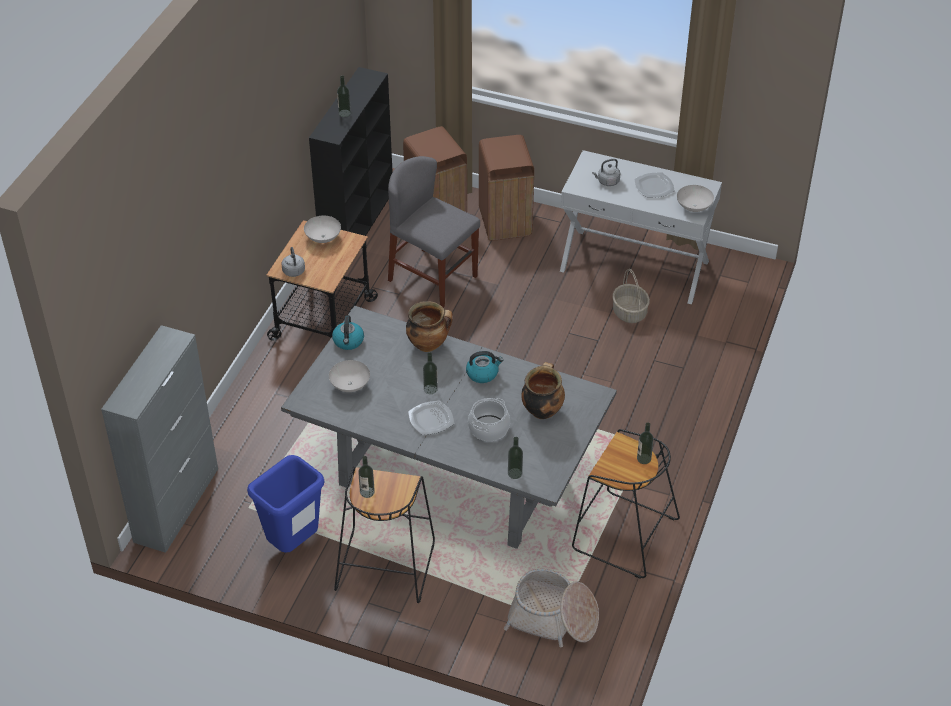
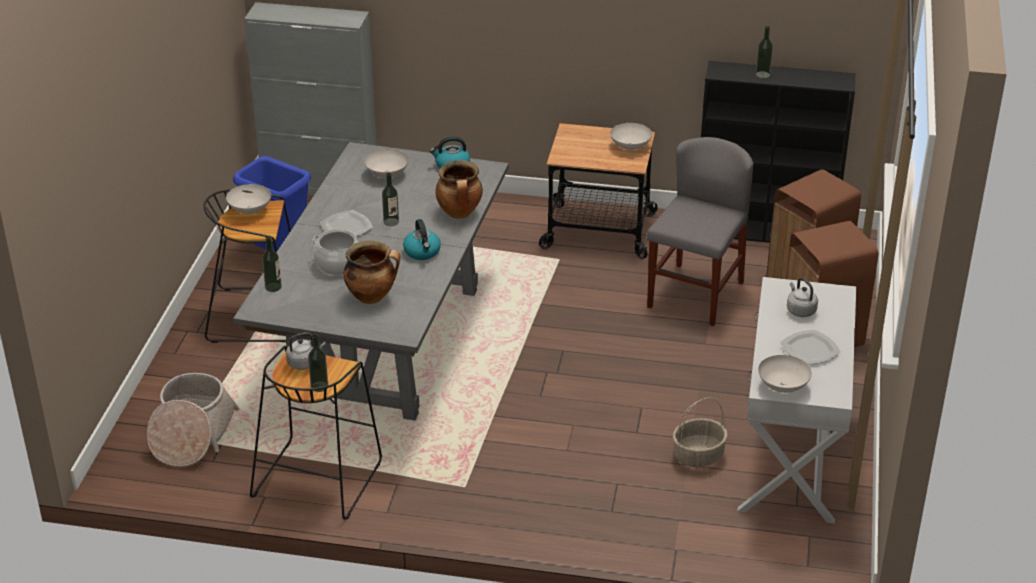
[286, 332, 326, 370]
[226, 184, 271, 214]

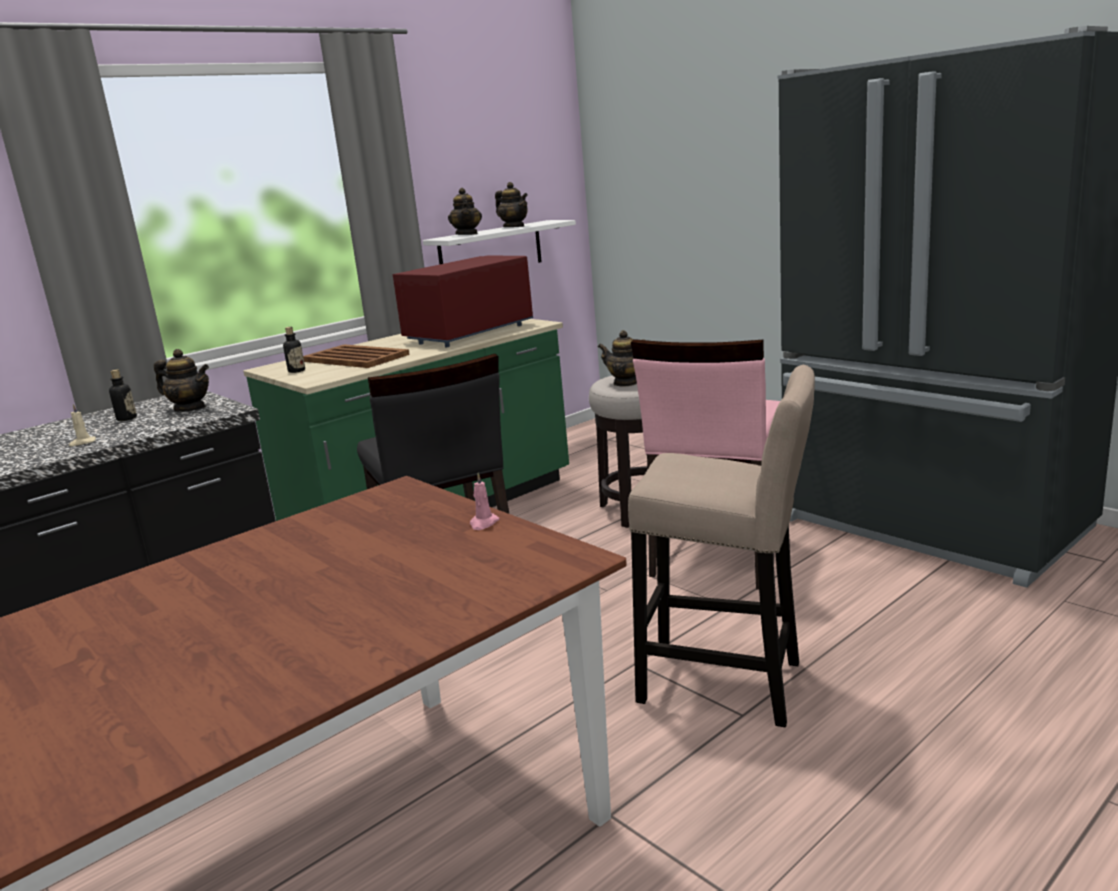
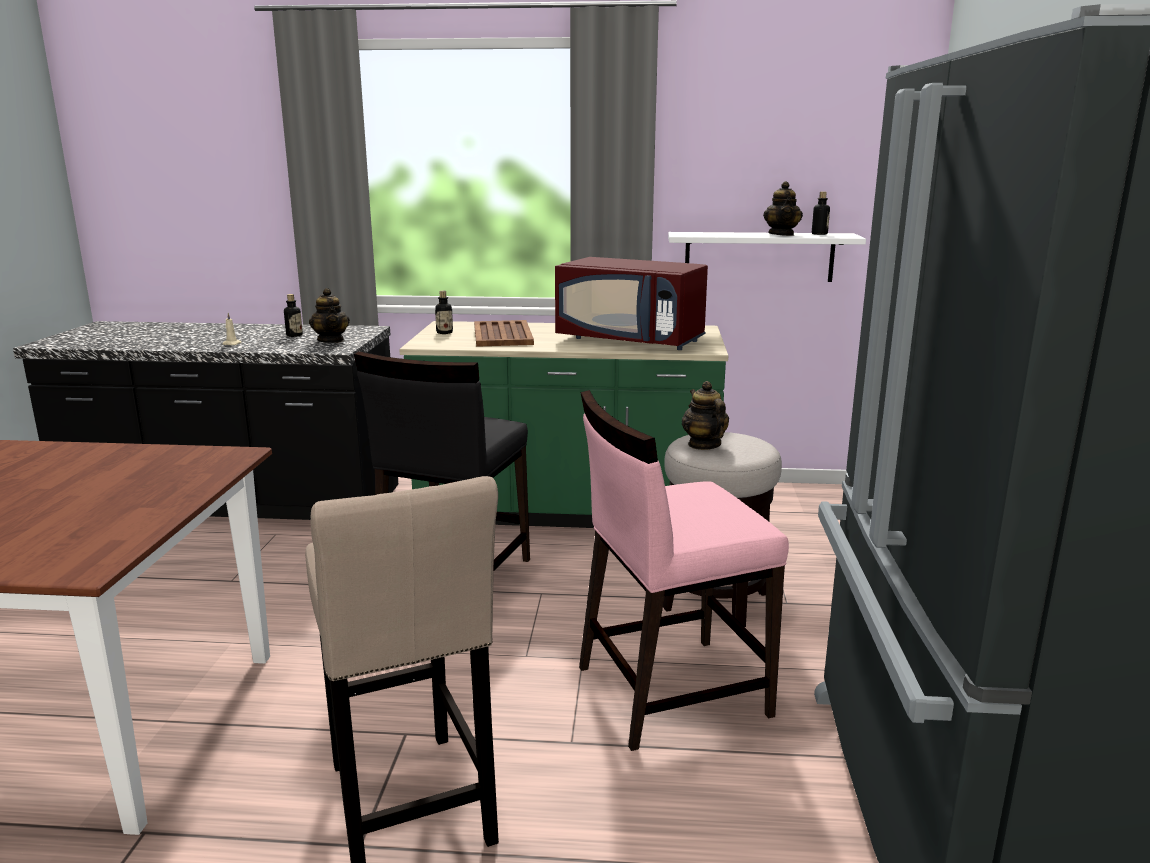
[448, 188, 482, 235] (first image)
[470, 473, 499, 530] (first image)
[812, 192, 830, 235]
[555, 257, 708, 350]

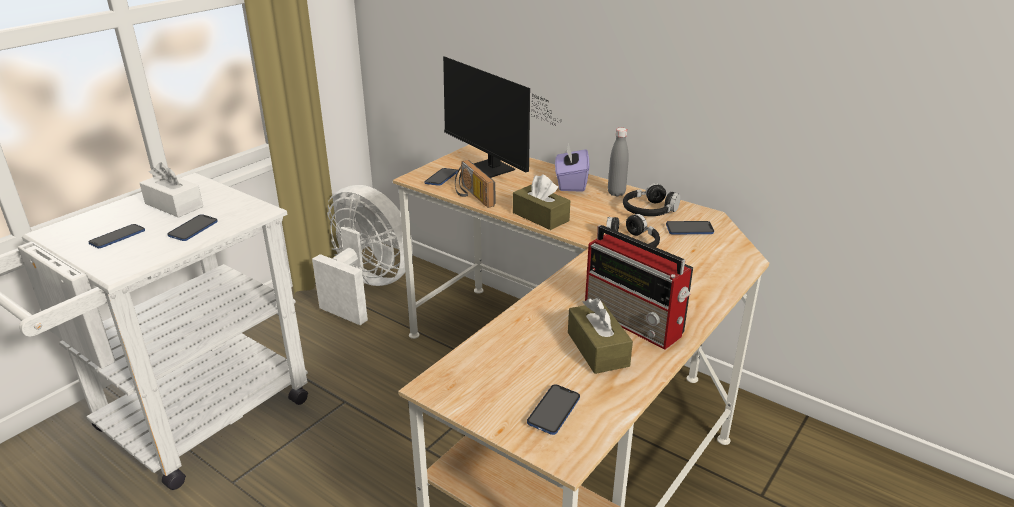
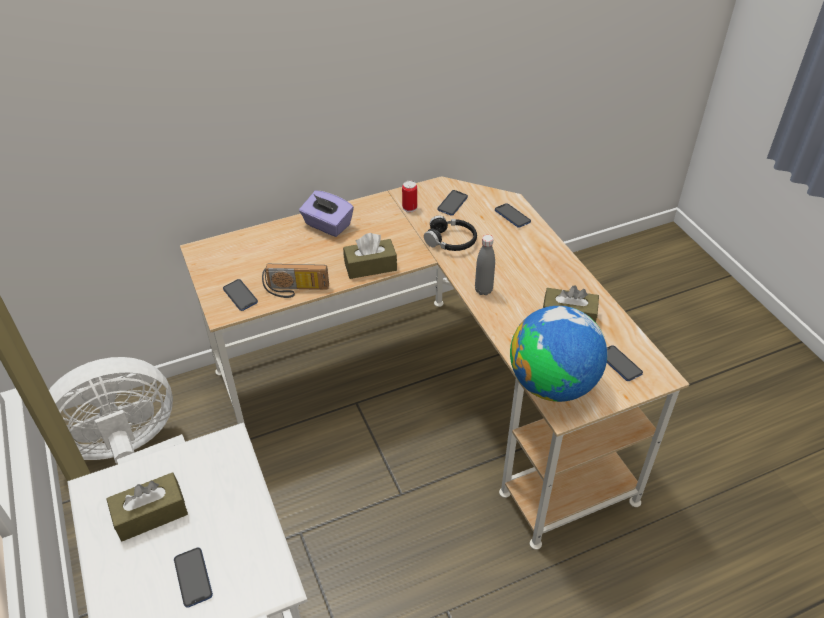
[443, 56, 562, 178] (first image)
[585, 225, 693, 350] (first image)
[510, 306, 608, 402]
[495, 203, 531, 228]
[475, 235, 495, 295]
[402, 180, 417, 212]
[106, 472, 188, 541]

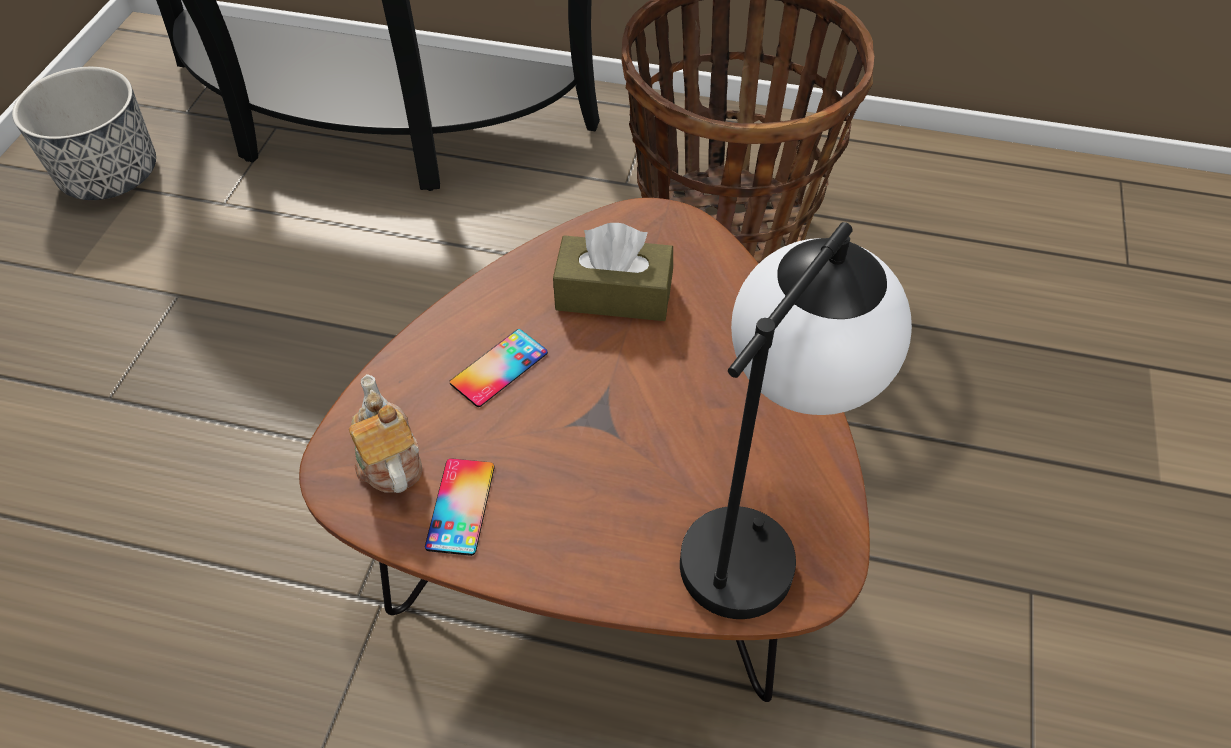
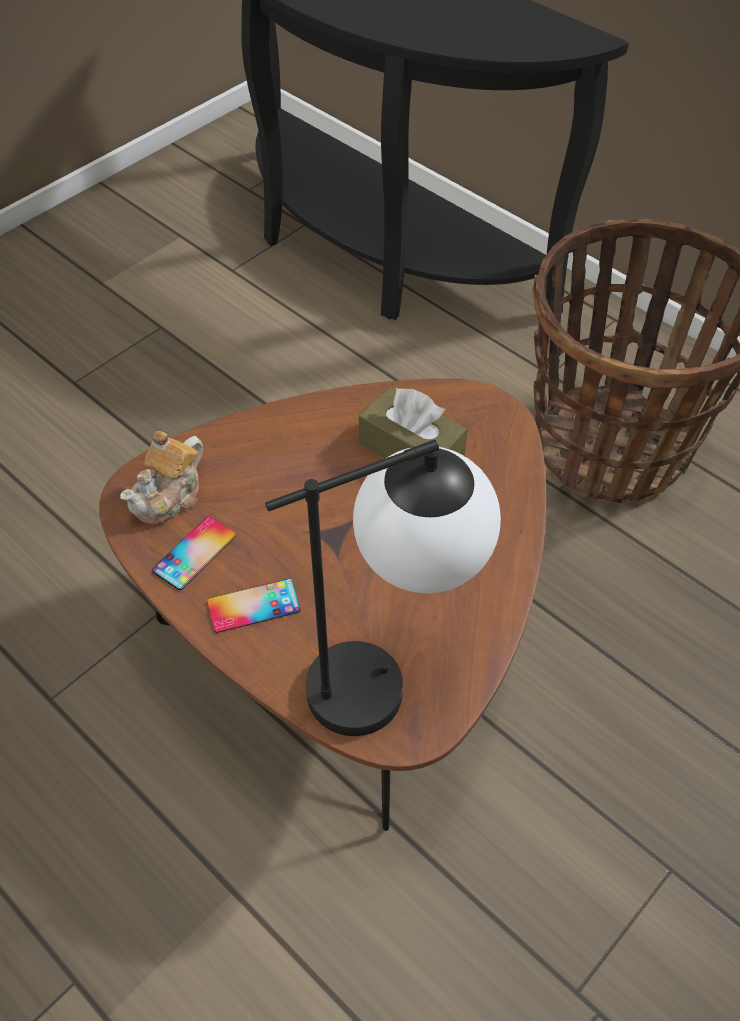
[12, 67, 156, 200] (first image)
[207, 578, 300, 633]
[120, 431, 203, 524]

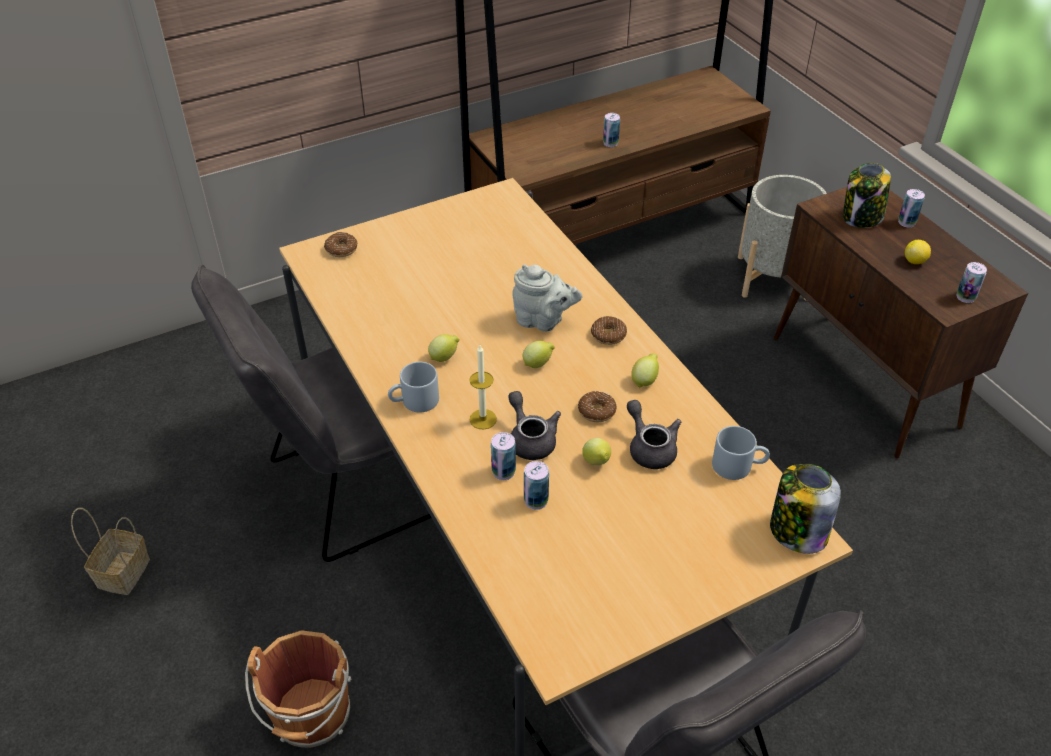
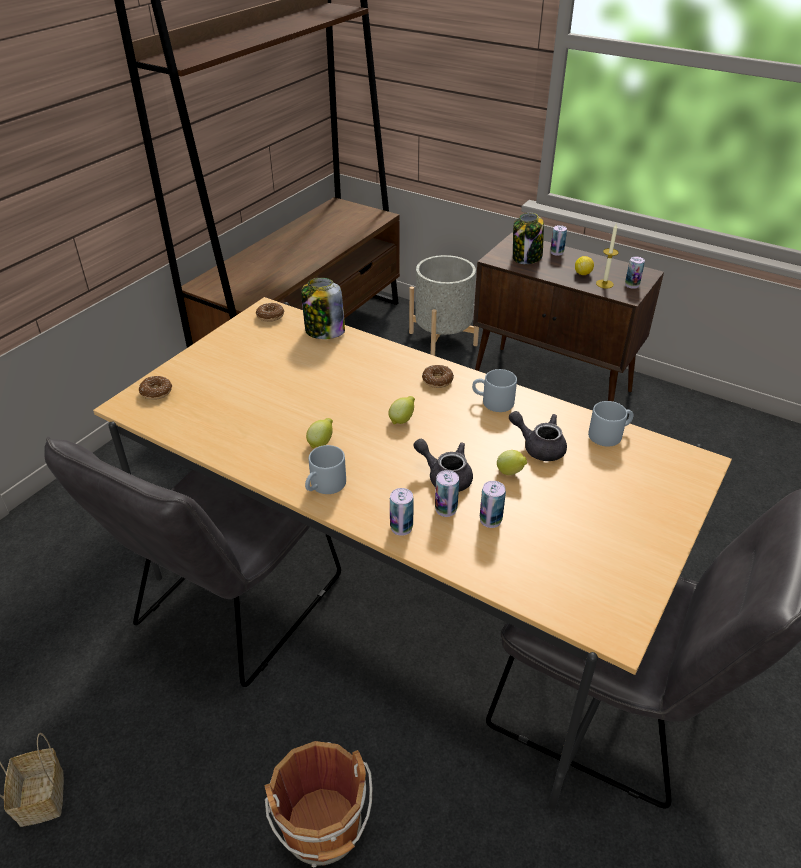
[512, 264, 583, 331] (first image)
[596, 224, 619, 288]
[256, 303, 284, 322]
[390, 488, 414, 536]
[301, 278, 345, 339]
[472, 369, 517, 412]

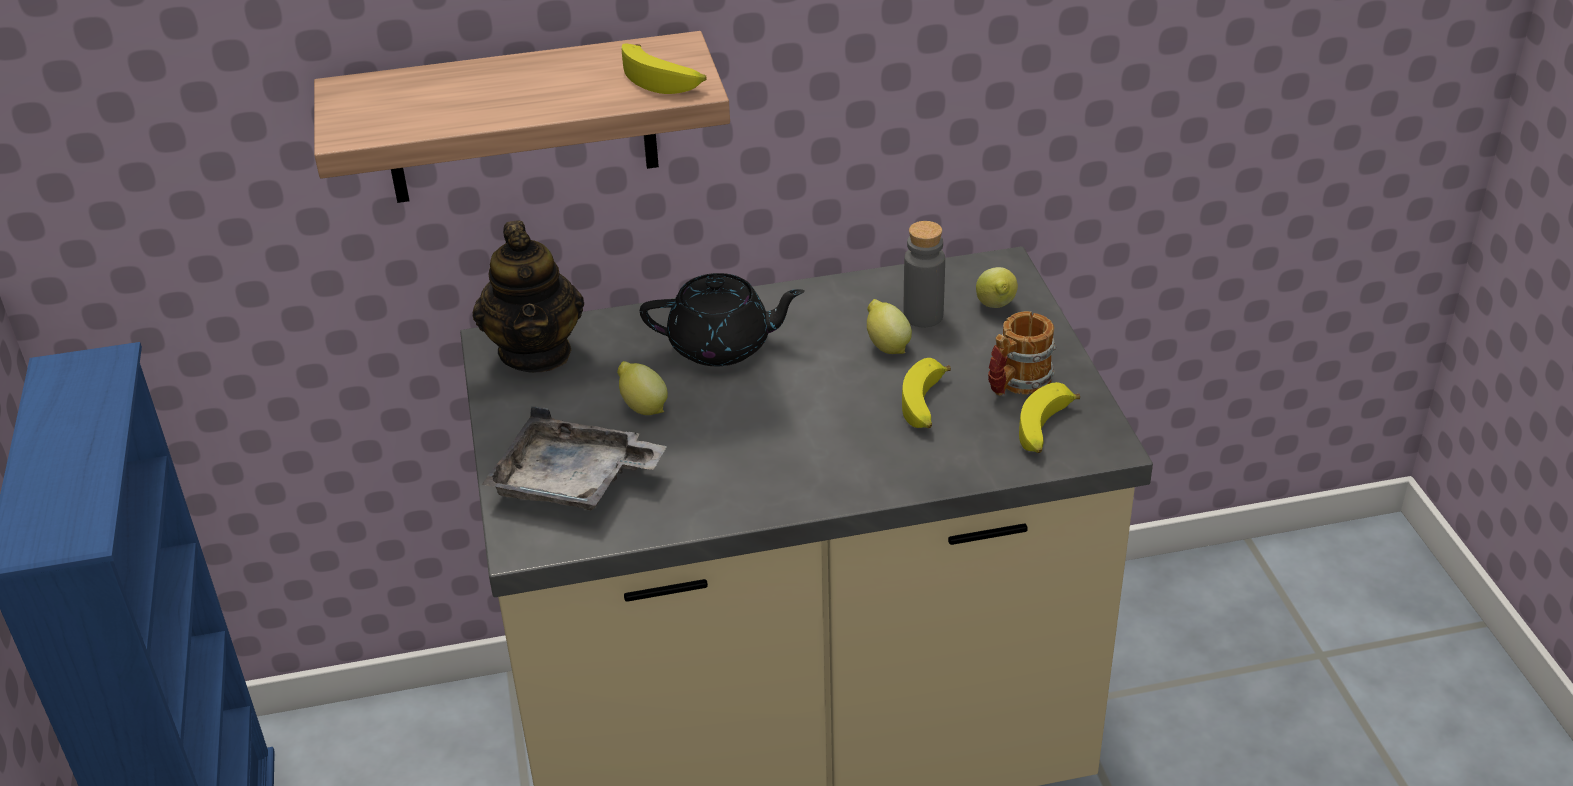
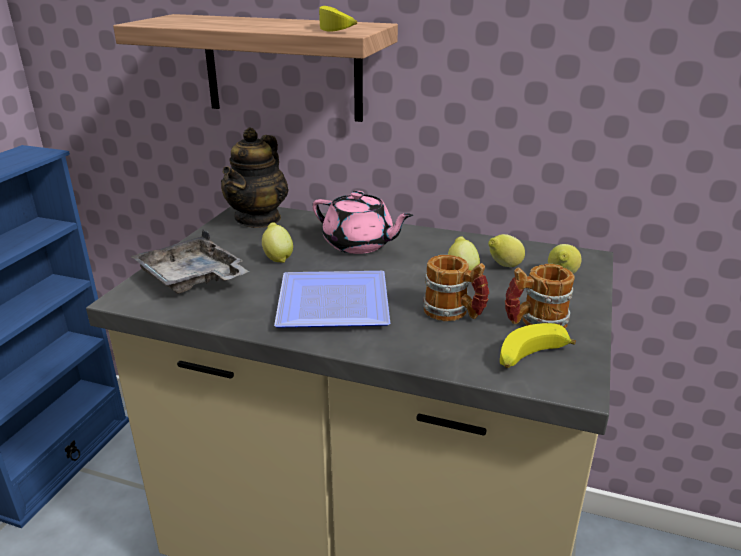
[274, 271, 390, 328]
[423, 255, 489, 321]
[488, 234, 525, 267]
[312, 191, 413, 254]

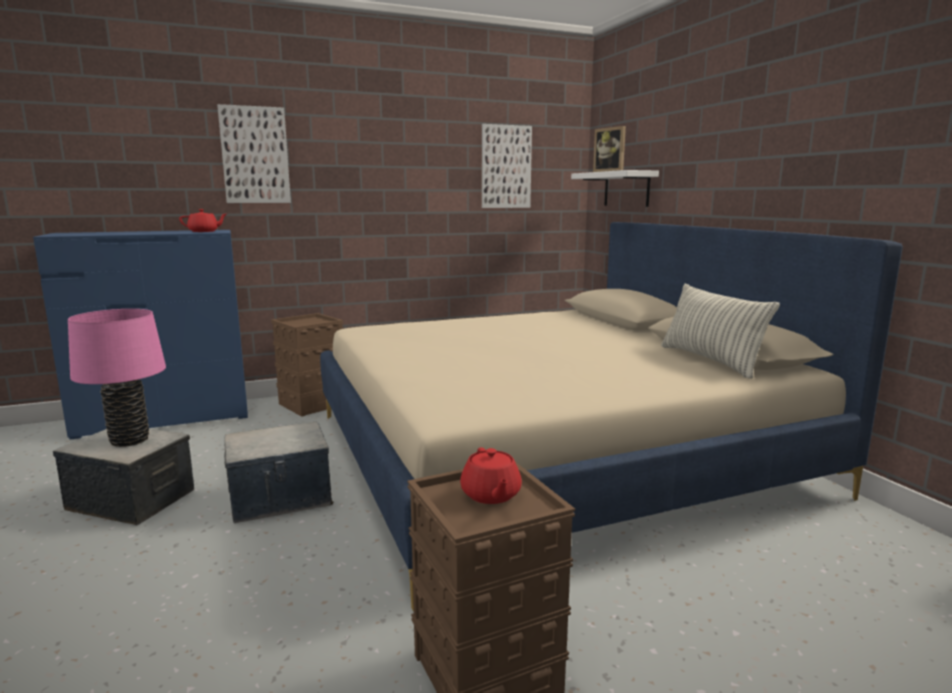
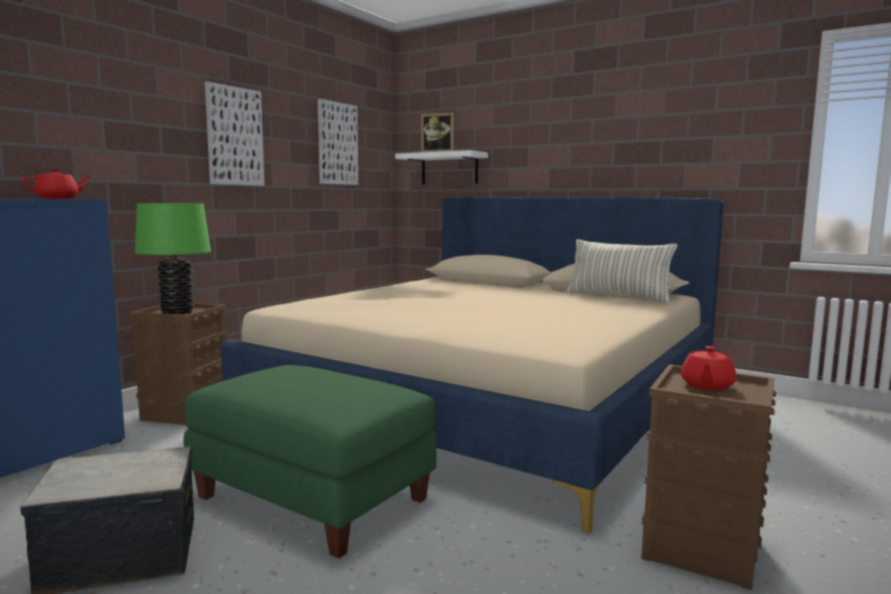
[68, 309, 166, 447] (first image)
[135, 203, 211, 315]
[205, 81, 265, 186]
[184, 365, 437, 559]
[681, 346, 736, 391]

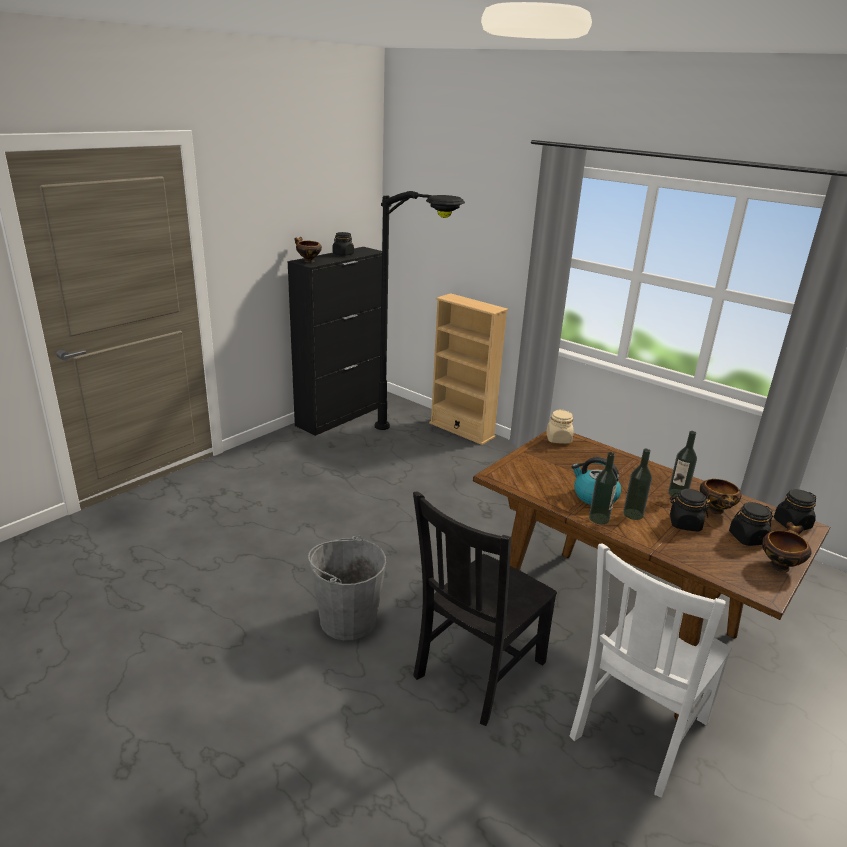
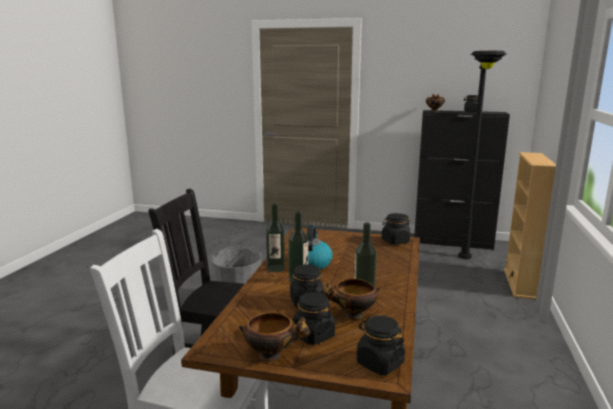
[382, 213, 410, 245]

